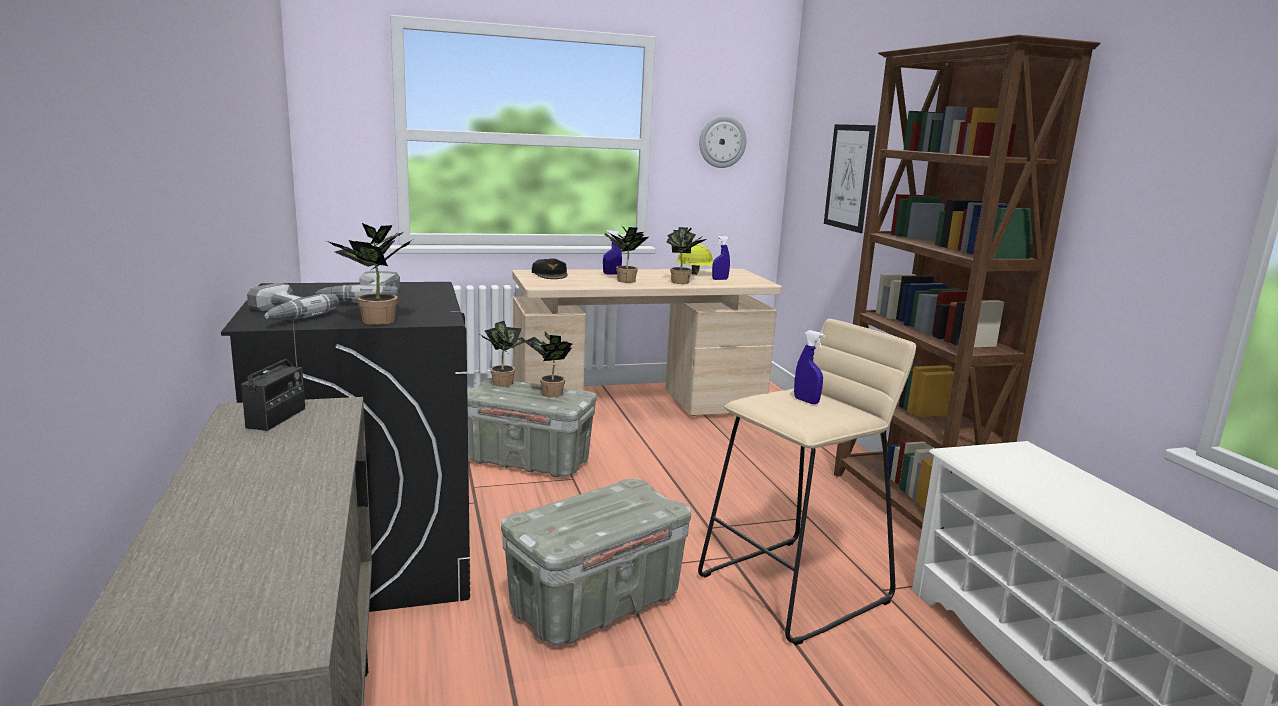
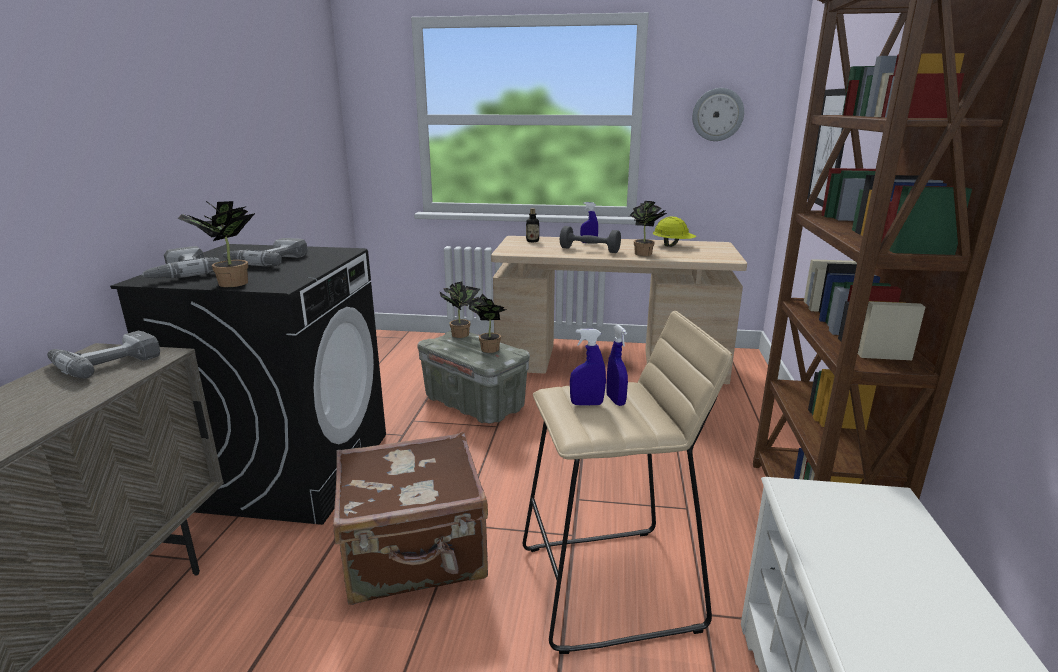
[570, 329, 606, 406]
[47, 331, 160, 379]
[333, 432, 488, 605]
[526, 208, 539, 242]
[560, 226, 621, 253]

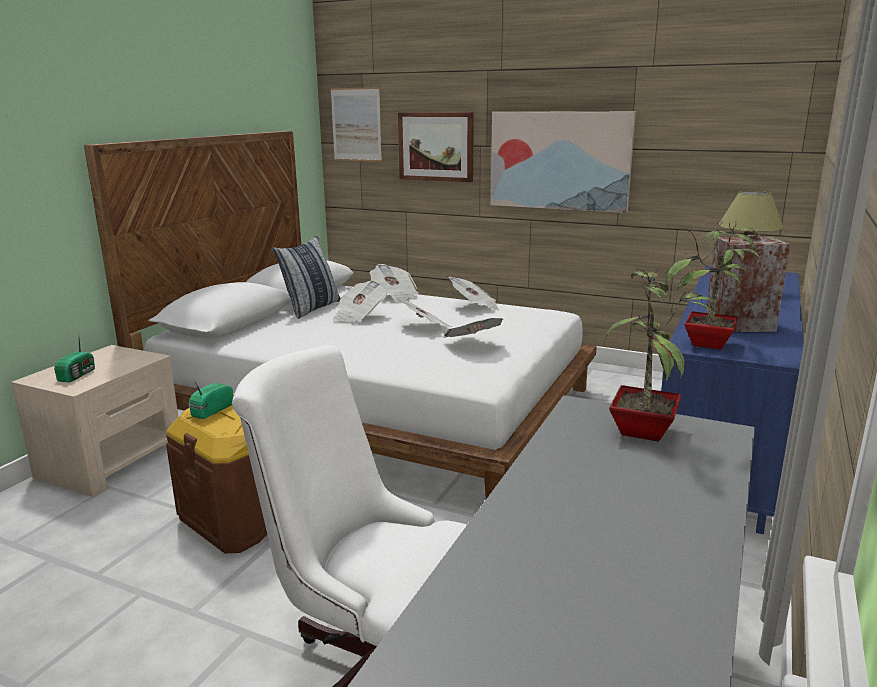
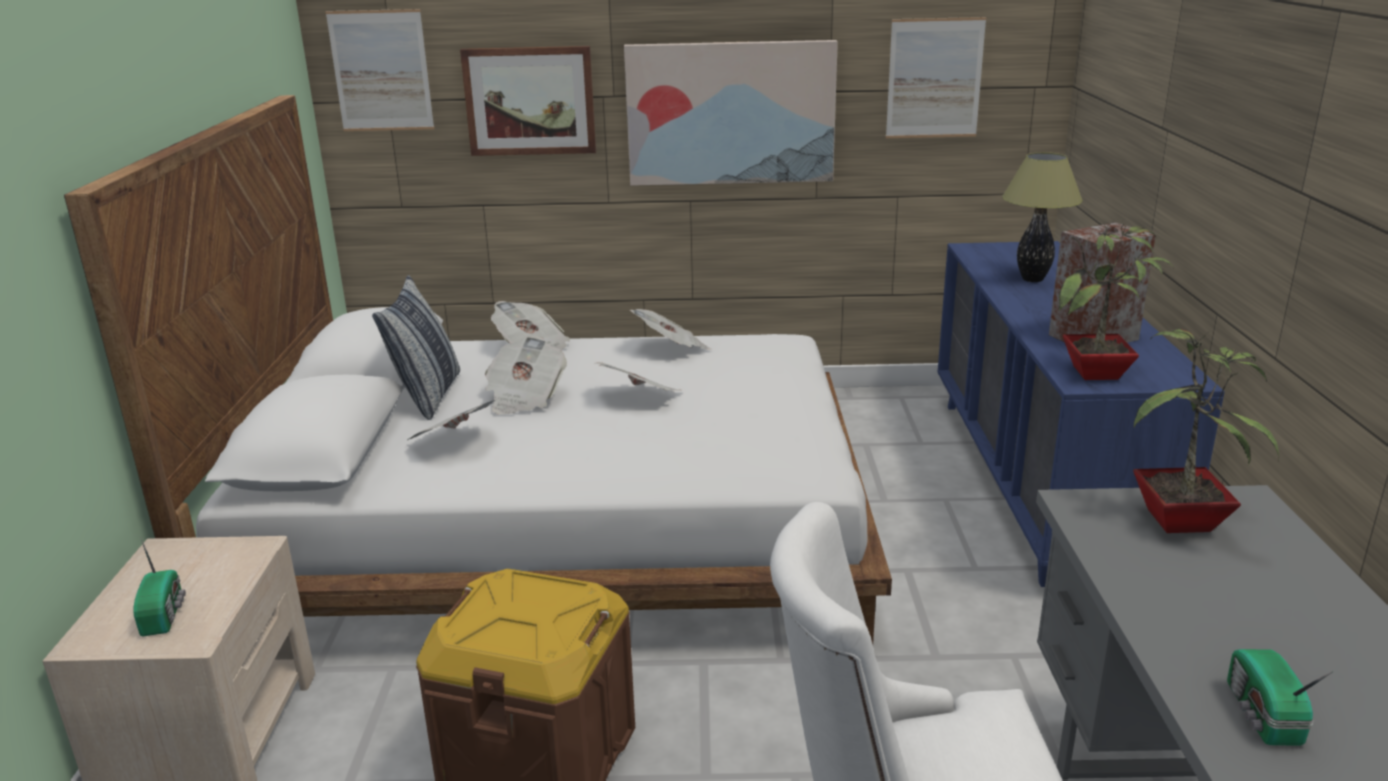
[886, 17, 987, 138]
[1227, 649, 1333, 746]
[407, 400, 496, 440]

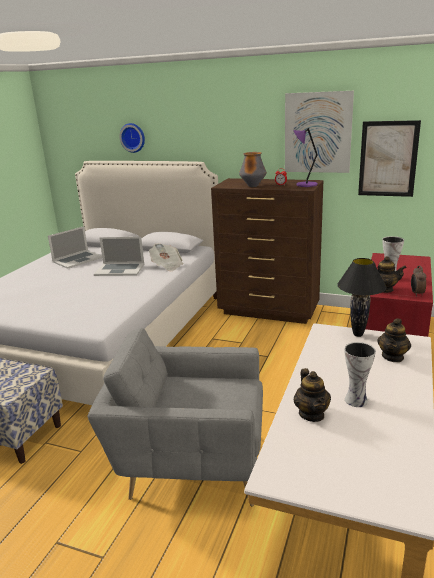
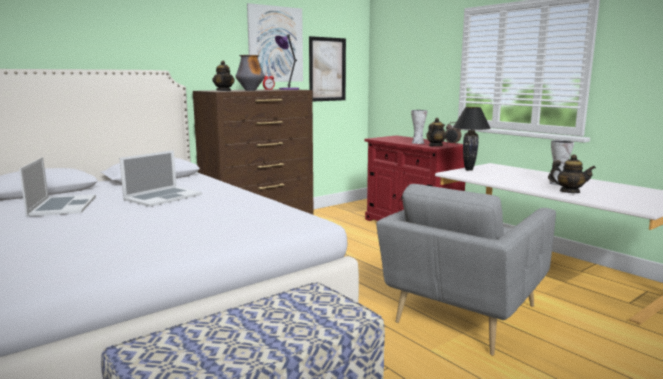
[119, 123, 145, 153] (first image)
[149, 243, 184, 271] (first image)
[213, 61, 235, 91]

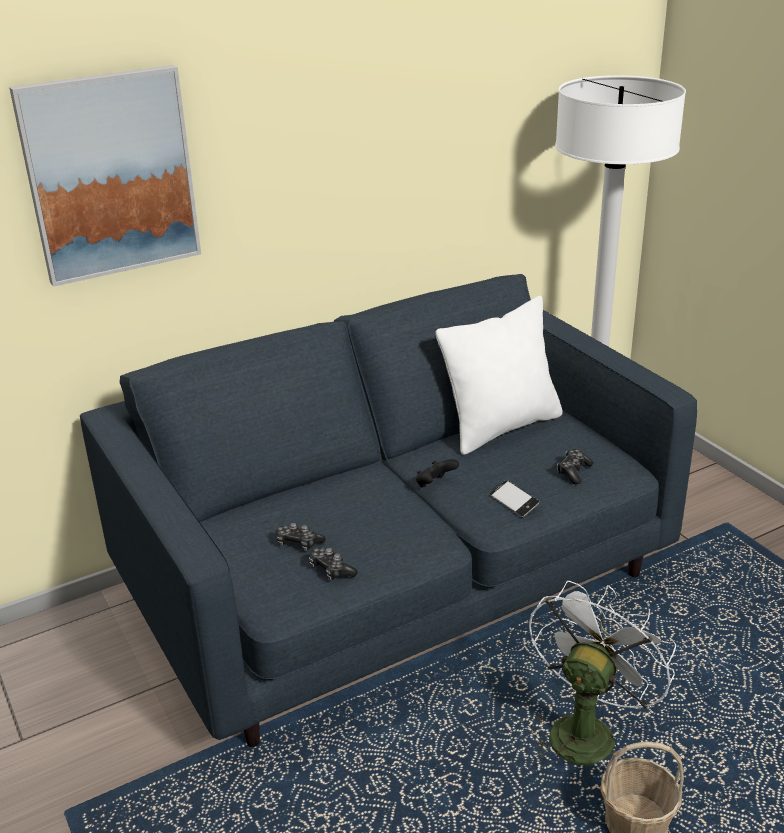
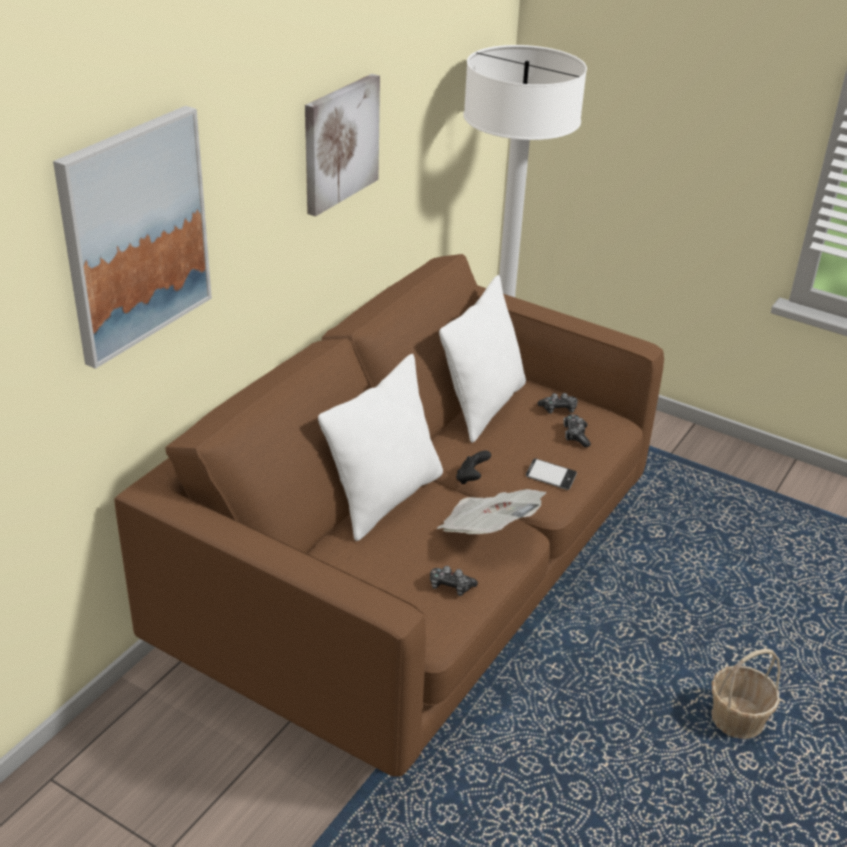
[529, 581, 676, 766] (first image)
[305, 74, 380, 217]
[318, 354, 443, 541]
[436, 489, 546, 534]
[537, 393, 578, 414]
[114, 254, 664, 777]

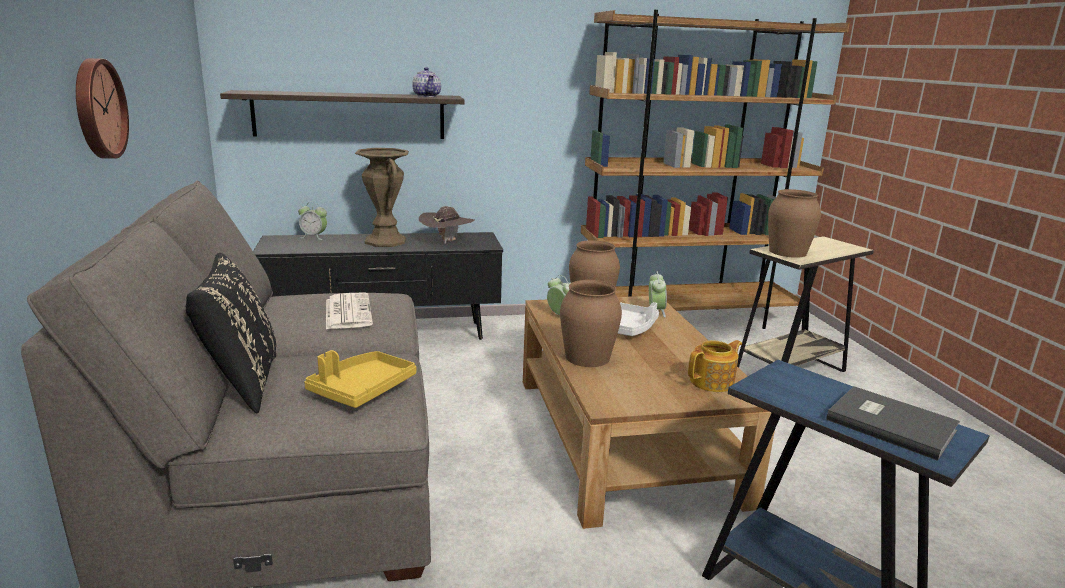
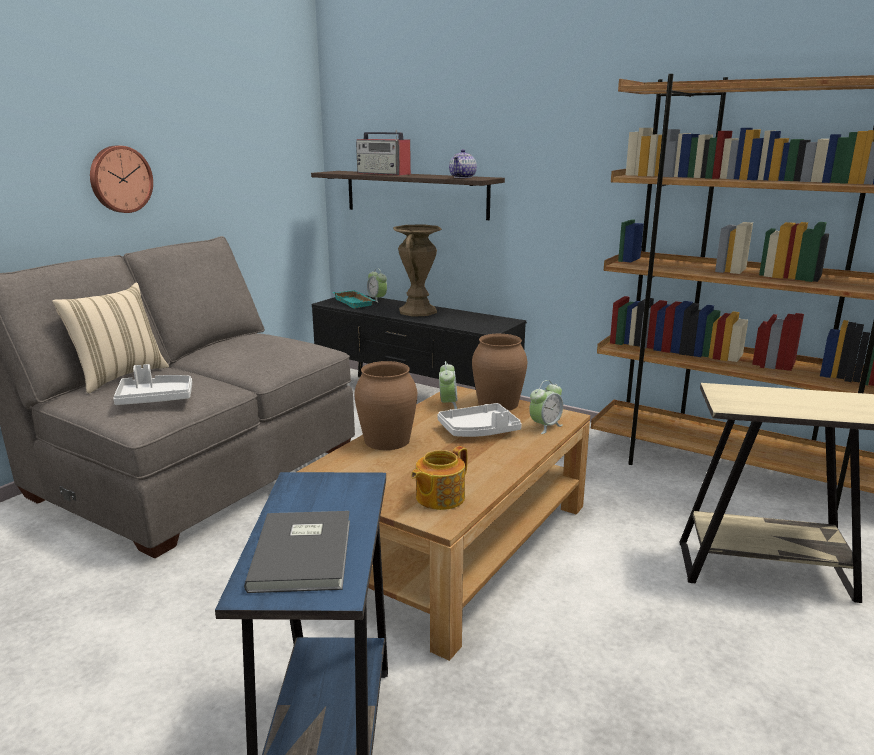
[326, 292, 373, 329] (first image)
[419, 206, 475, 244] (first image)
[768, 189, 821, 258] (first image)
[333, 290, 376, 309]
[356, 130, 411, 175]
[52, 283, 169, 393]
[113, 364, 192, 405]
[411, 446, 467, 510]

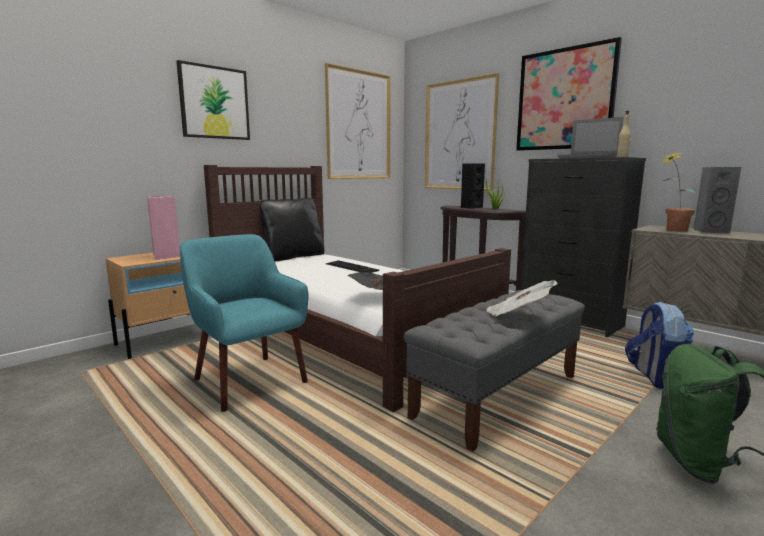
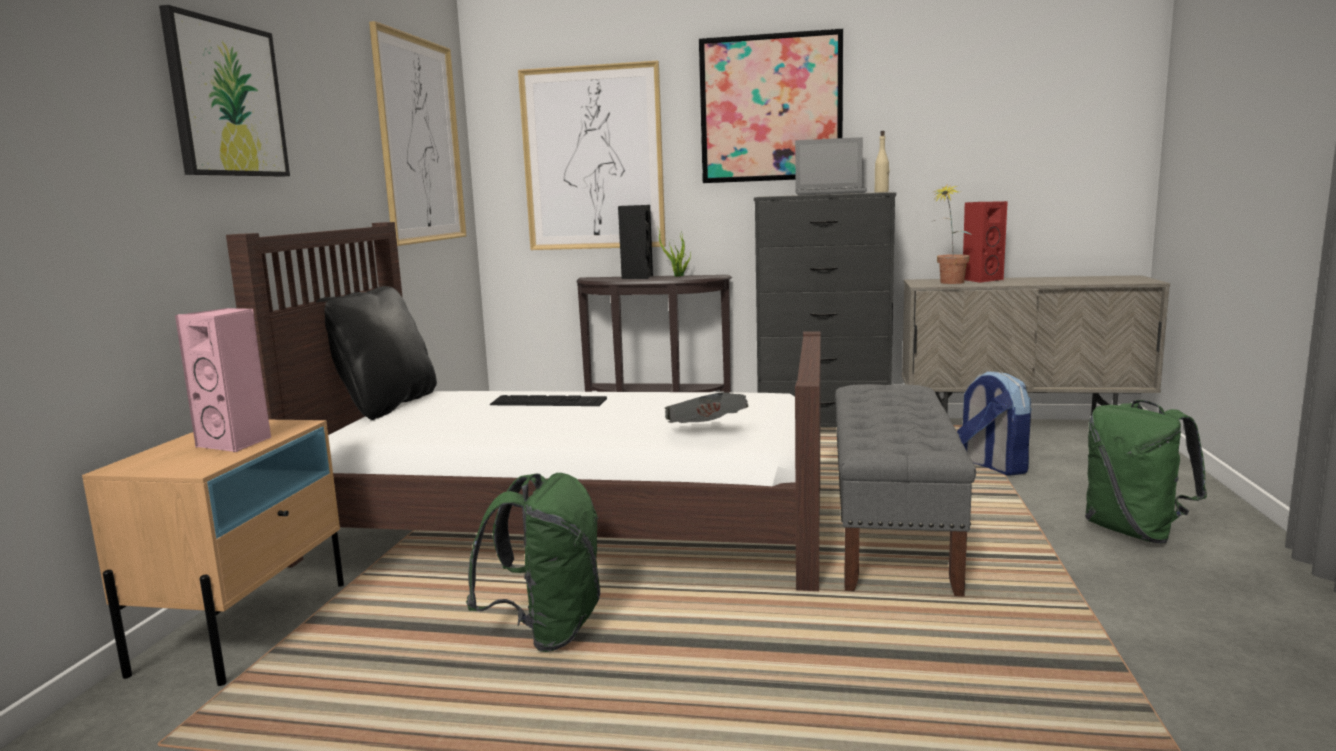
[486, 280, 557, 317] (first image)
[466, 473, 600, 652]
[963, 201, 1008, 283]

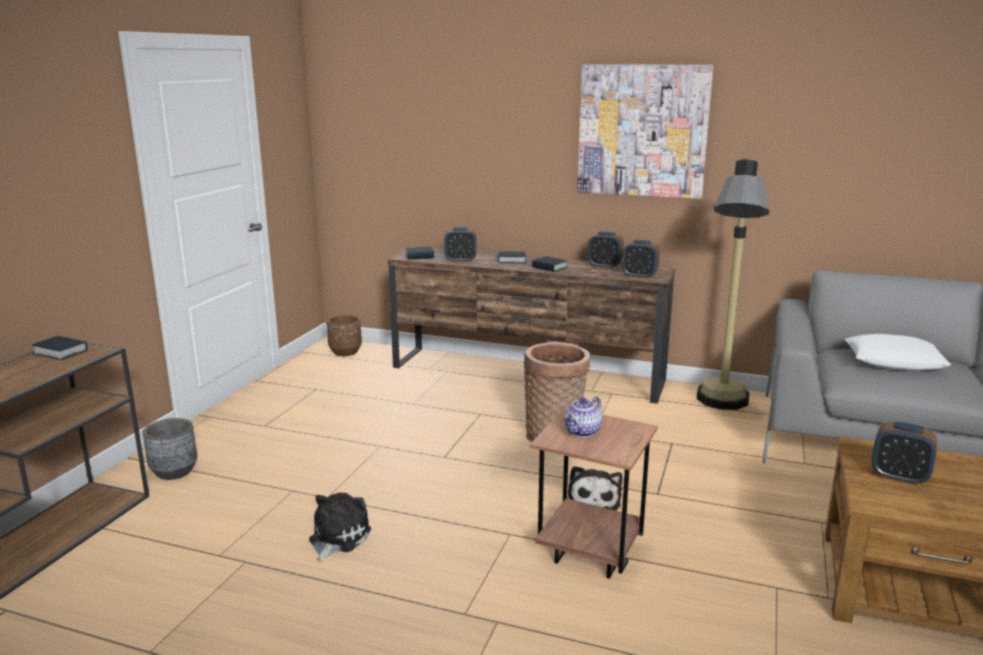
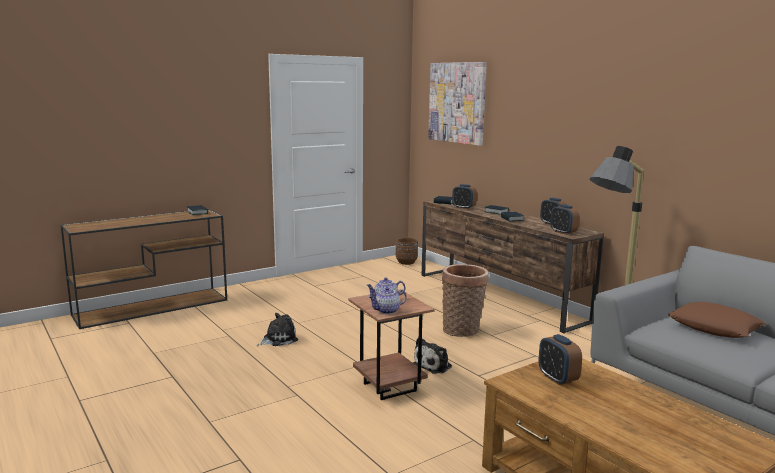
[143, 418, 197, 480] (first image)
[368, 287, 407, 314]
[428, 62, 487, 146]
[668, 302, 766, 338]

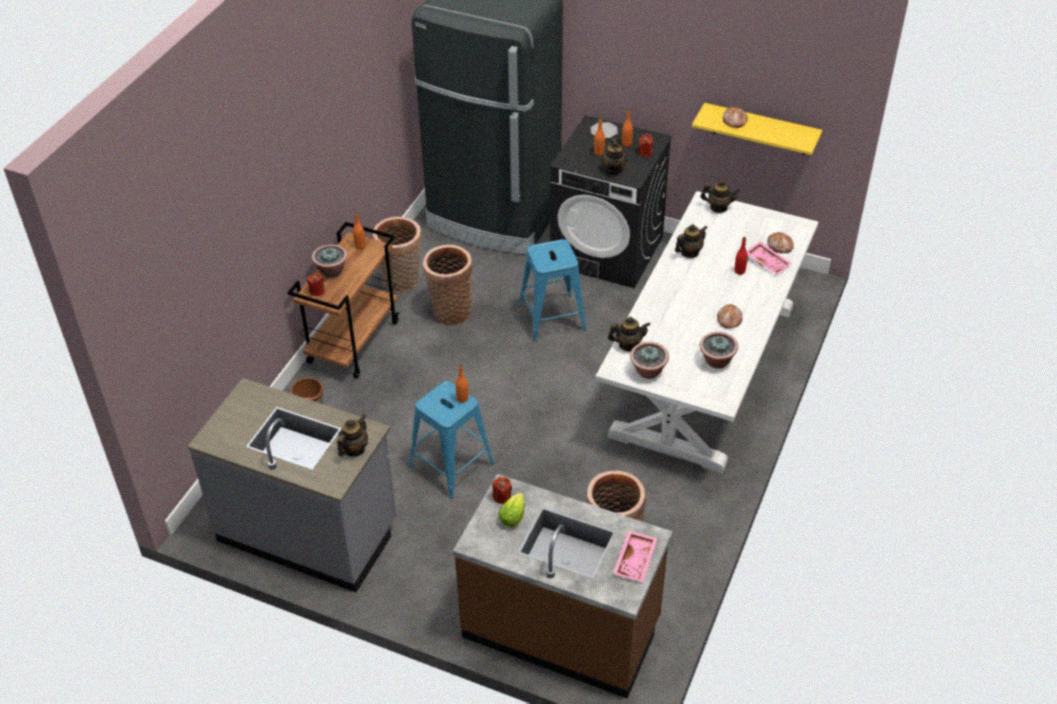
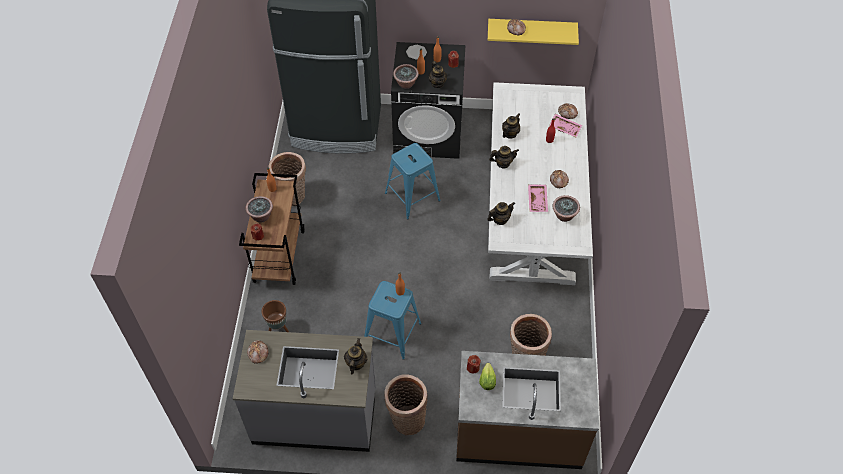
[247, 340, 268, 364]
[384, 374, 428, 435]
[528, 185, 548, 212]
[393, 64, 419, 89]
[489, 146, 519, 169]

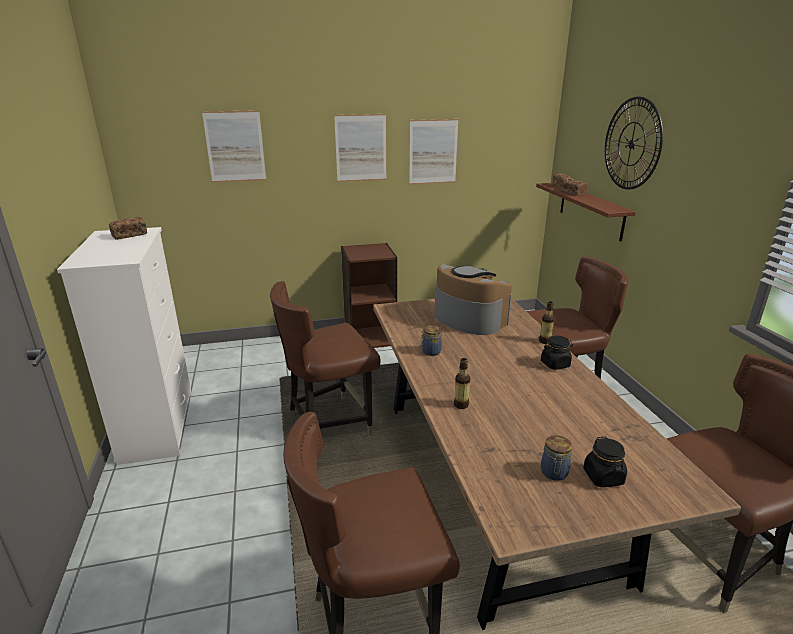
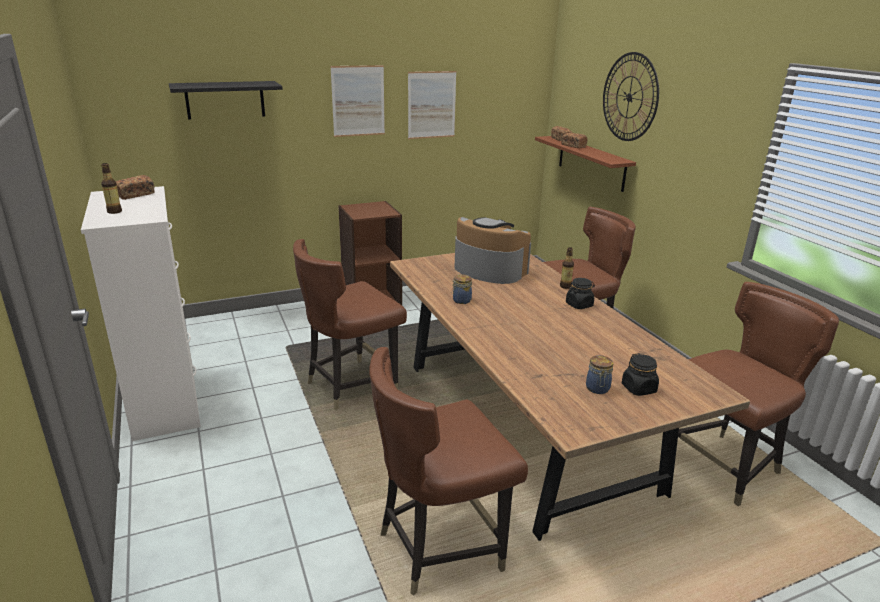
[101, 163, 122, 214]
[169, 81, 283, 120]

